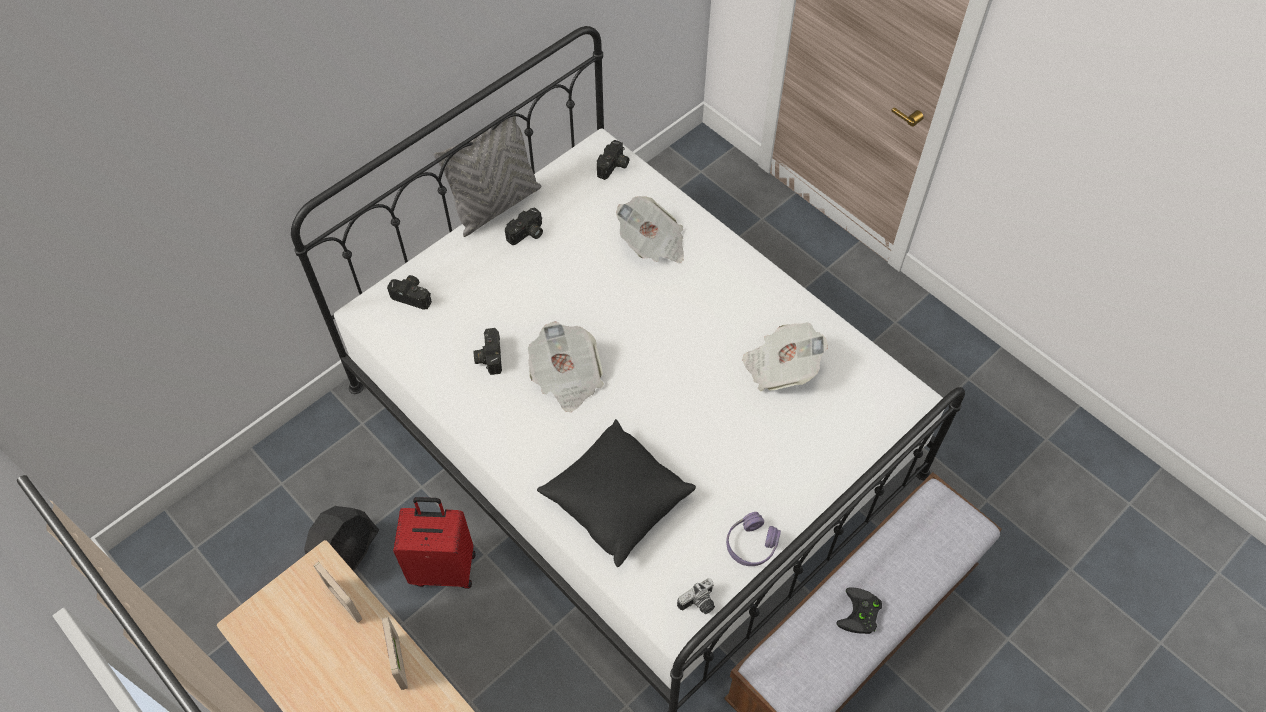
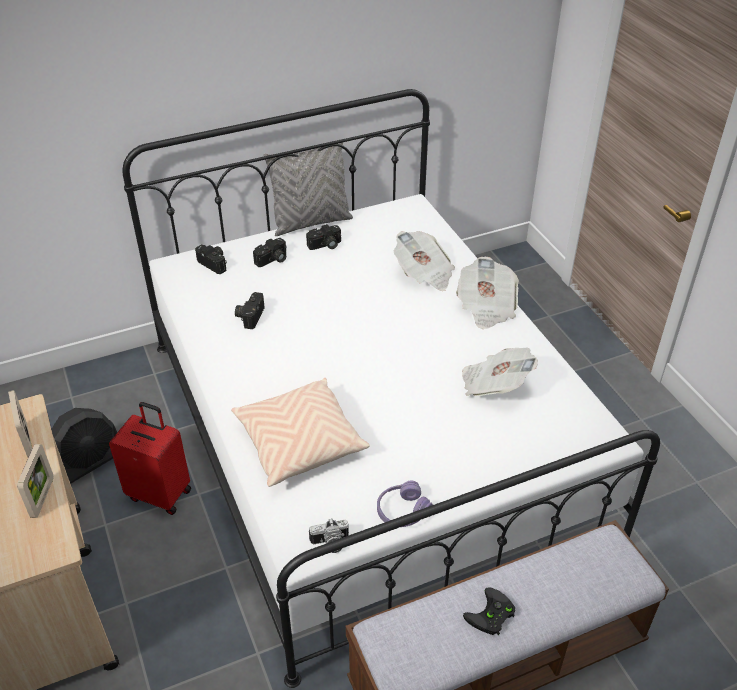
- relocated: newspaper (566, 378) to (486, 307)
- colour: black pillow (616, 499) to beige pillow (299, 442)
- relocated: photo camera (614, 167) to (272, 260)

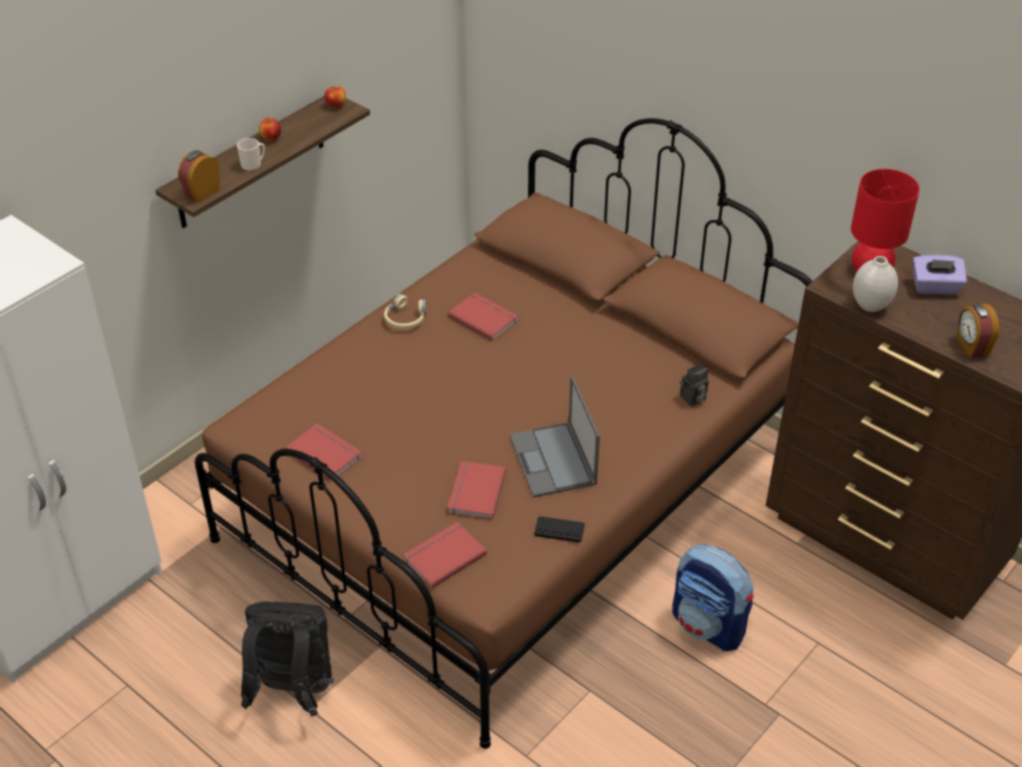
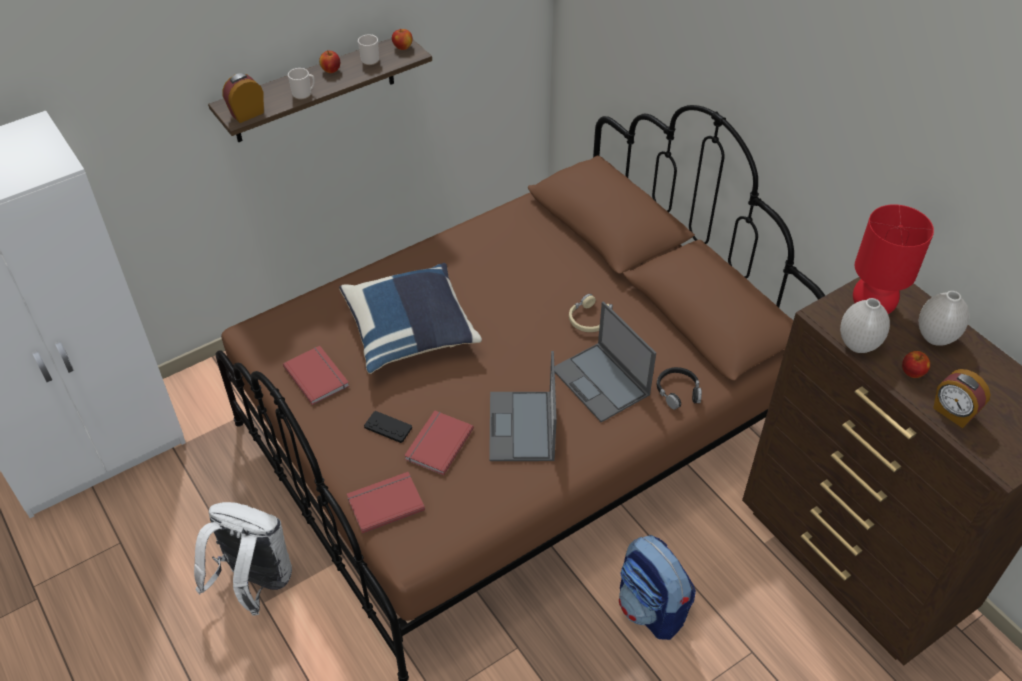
- colour: black backpack (293, 692) to white backpack (254, 583)
- relocated: beige headphones (405, 318) to (589, 319)
- missing: red book (484, 317)
- relocated: black game controller (559, 530) to (388, 427)
- exchanged: photo camera (693, 399) to black headphones (678, 391)
- exchanged: purple tissue box (935, 287) to white vase (935, 338)
- spun: alarm clock (972, 346) = (953, 413) 45 degrees counterclockwise
- appeared: blue pillow (411, 332)
- appeared: mug (370, 58)
- appeared: laptop (601, 382)
- appeared: apple (912, 372)

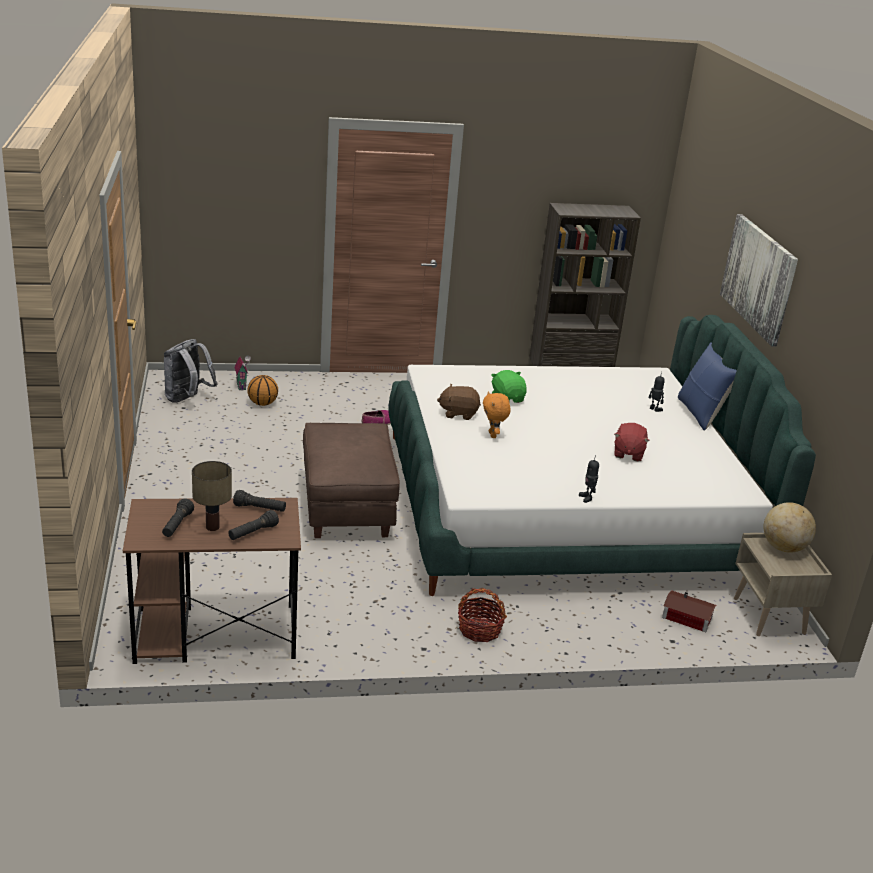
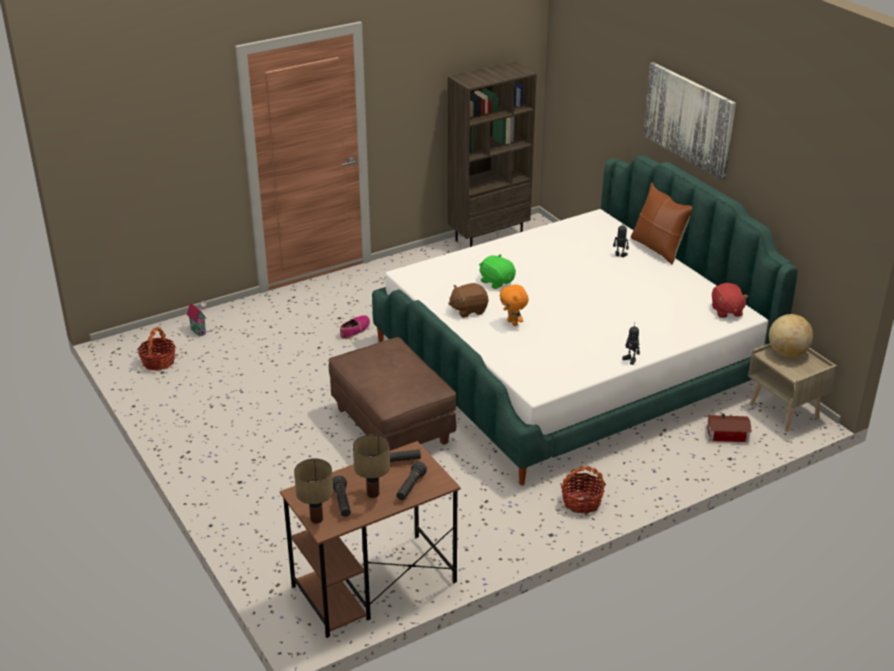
- exchanged: grey backpack (187, 399) to basket (158, 362)
- missing: basketball (262, 403)
- relocated: red plush toy (628, 453) to (726, 311)
- colour: blue pillow (700, 414) to brown pillow (658, 248)
- appeared: table lamp (316, 519)

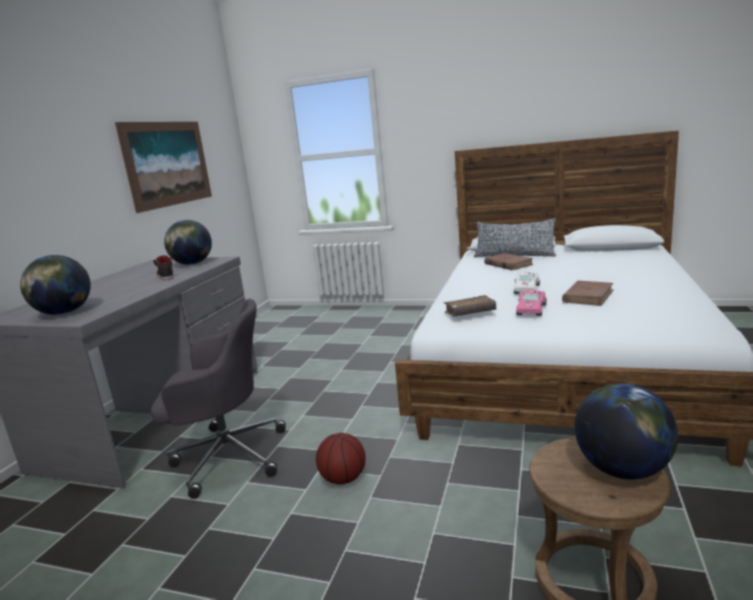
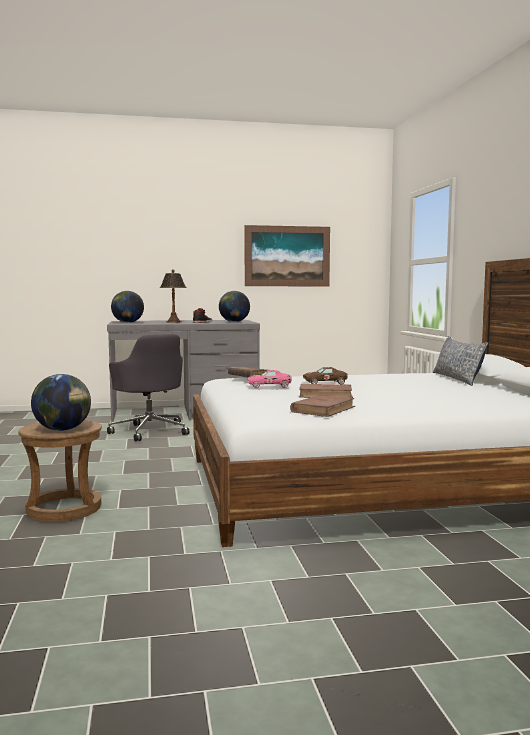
- missing: basketball (343, 478)
- relocated: brown book (508, 264) to (323, 409)
- colour: white toy car (526, 289) to brown toy car (326, 383)
- appeared: table lamp (173, 322)

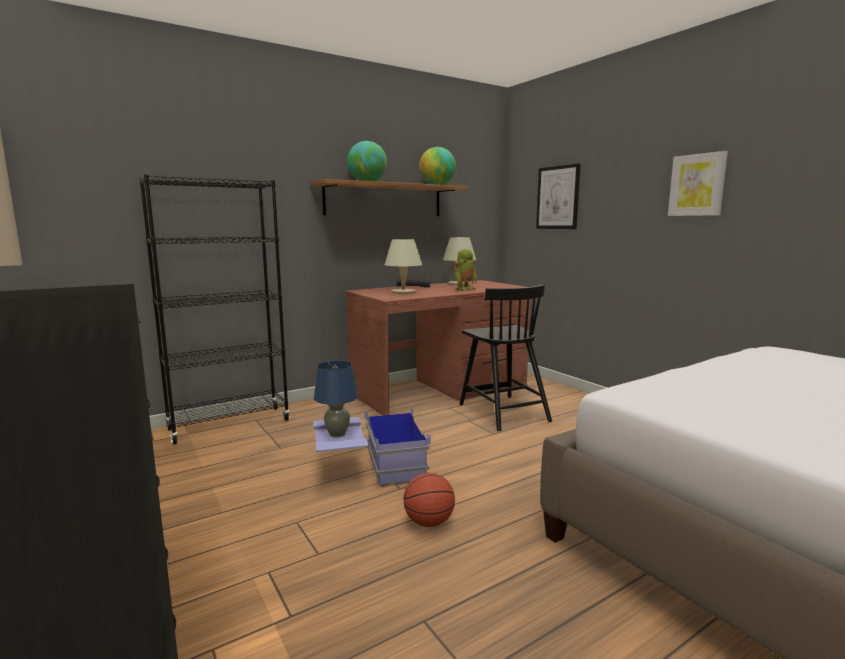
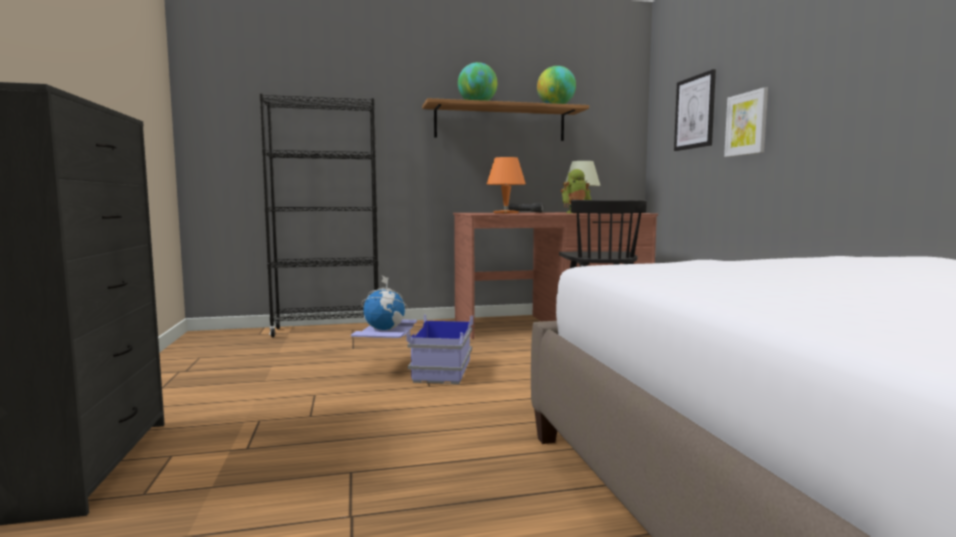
- exchanged: blue table lamp (337, 434) to globe (385, 329)
- colour: beige table lamp (403, 292) to orange table lamp (506, 213)
- missing: basketball (429, 522)
- relocated: picture (697, 185) to (746, 124)

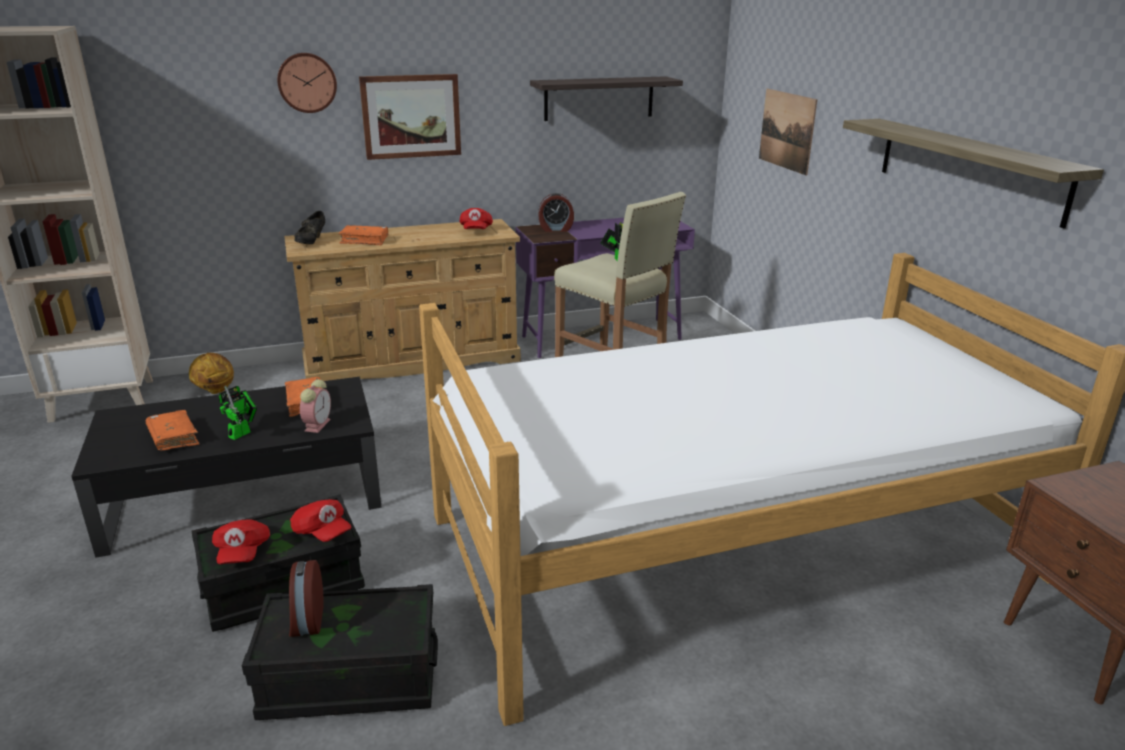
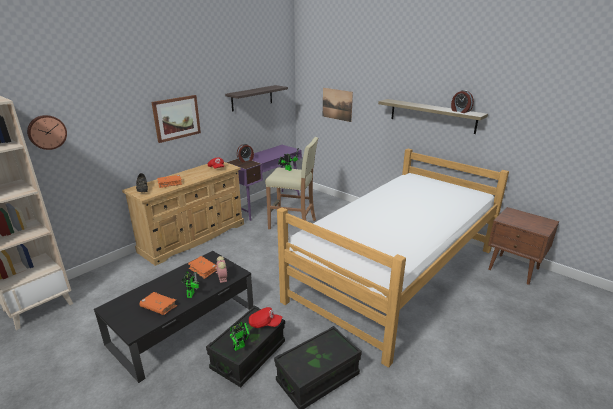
- missing: basketball (215, 391)
- exchanged: red cap (242, 552) to toy robot (241, 346)
- relocated: wall clock (307, 82) to (46, 132)
- relocated: alarm clock (306, 620) to (460, 111)

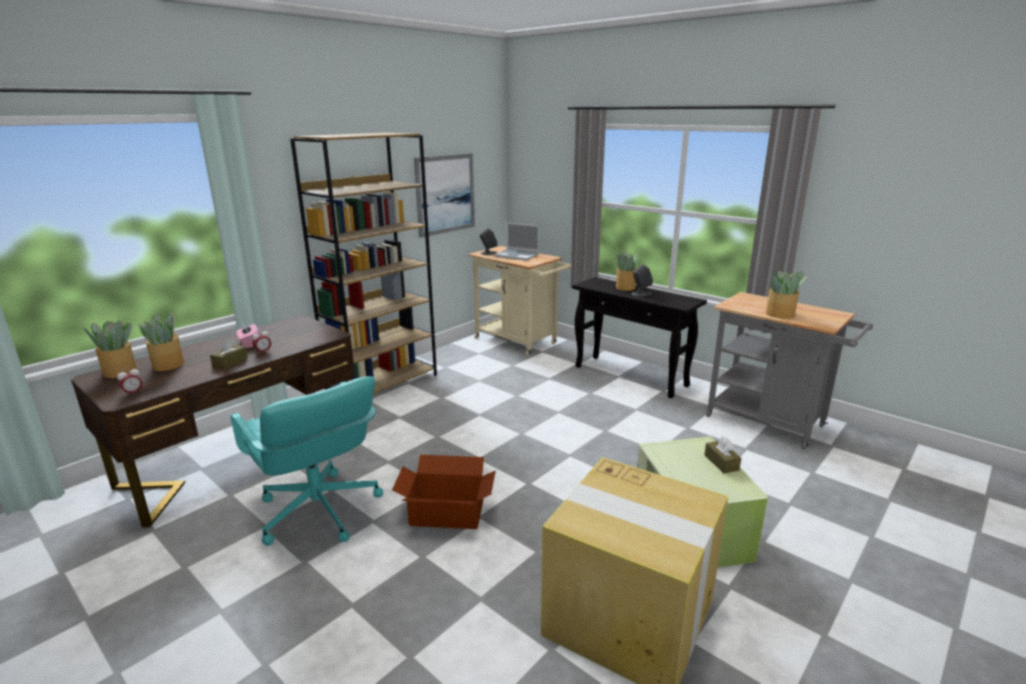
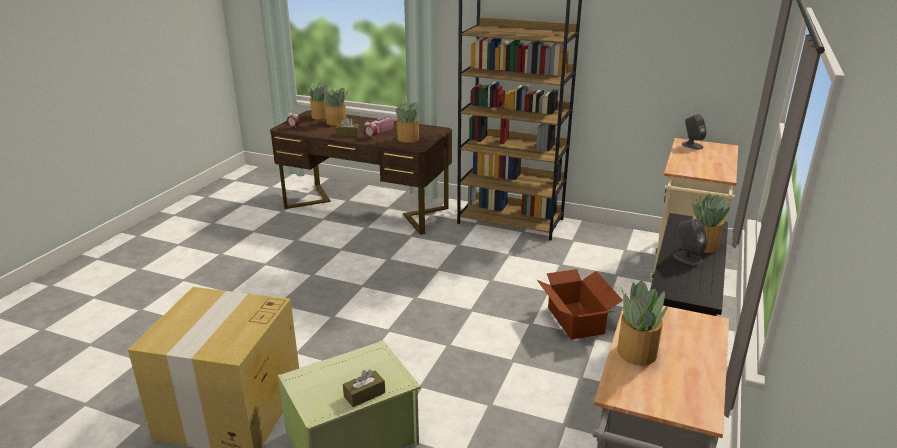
- missing: turquoise office chair (318, 512)
- relocated: cardboard box (447, 514) to (575, 321)
- missing: picture (445, 194)
- missing: laptop (517, 255)
- appeared: potted plant (407, 139)

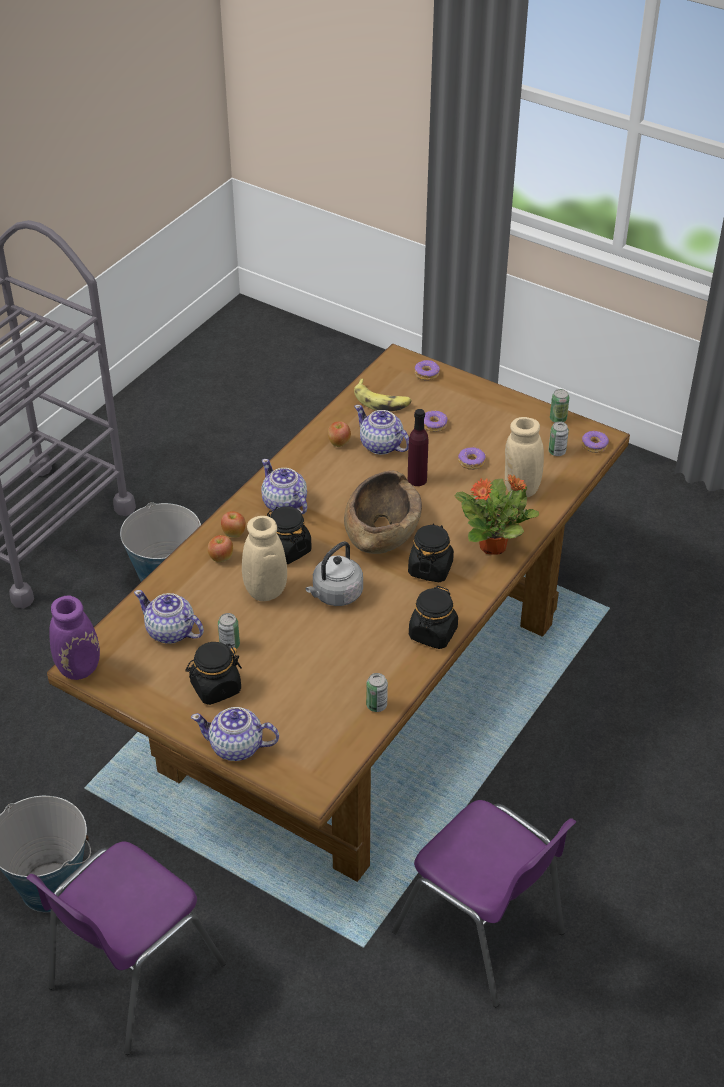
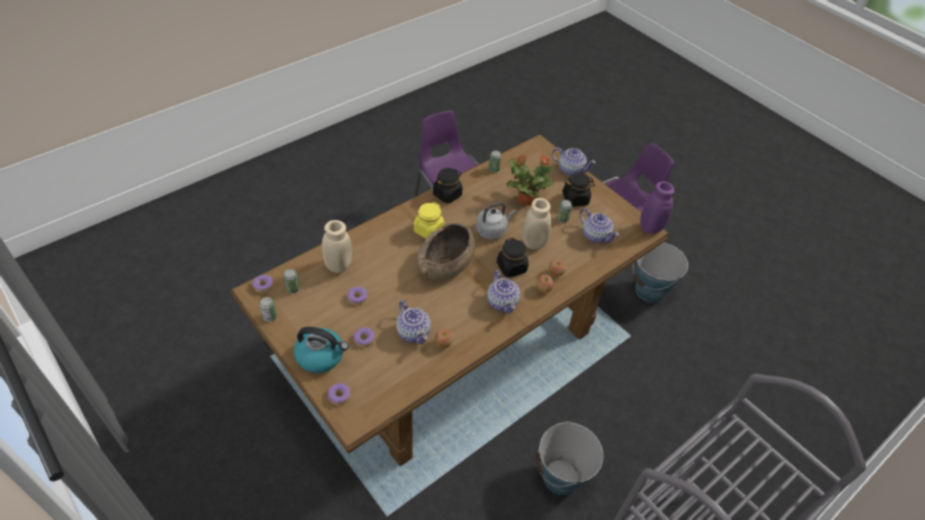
- missing: banana (382, 401)
- missing: purple bottle (417, 479)
- colour: black jar (430, 568) to yellow jar (428, 230)
- relocated: potted plant (494, 546) to (525, 199)
- appeared: kettle (321, 356)

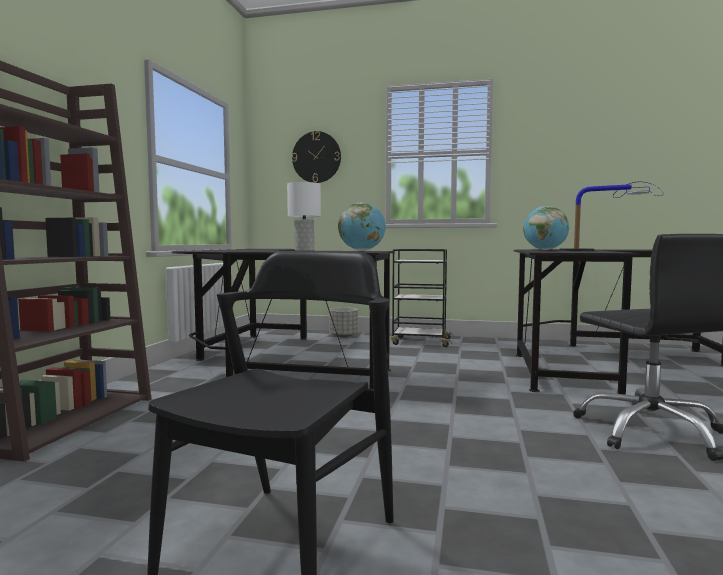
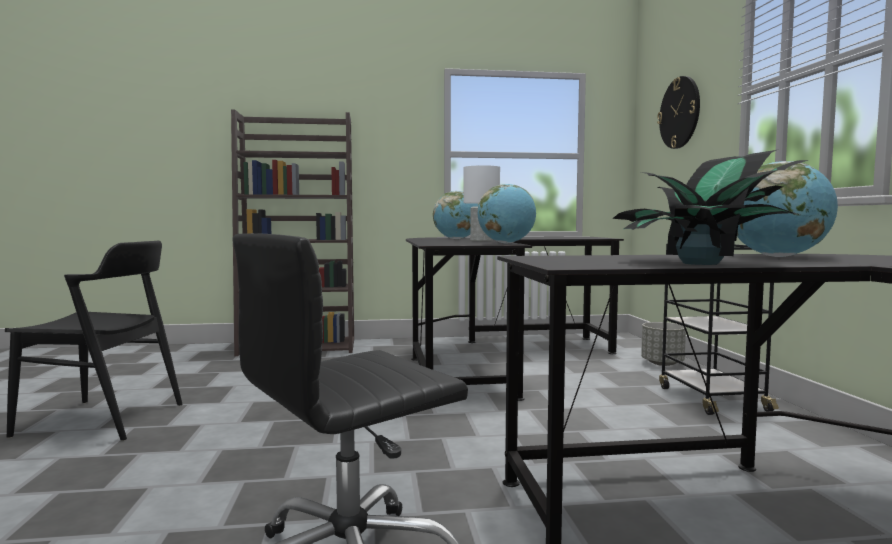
- exchanged: table lamp (596, 251) to potted plant (702, 263)
- appeared: globe (457, 239)

